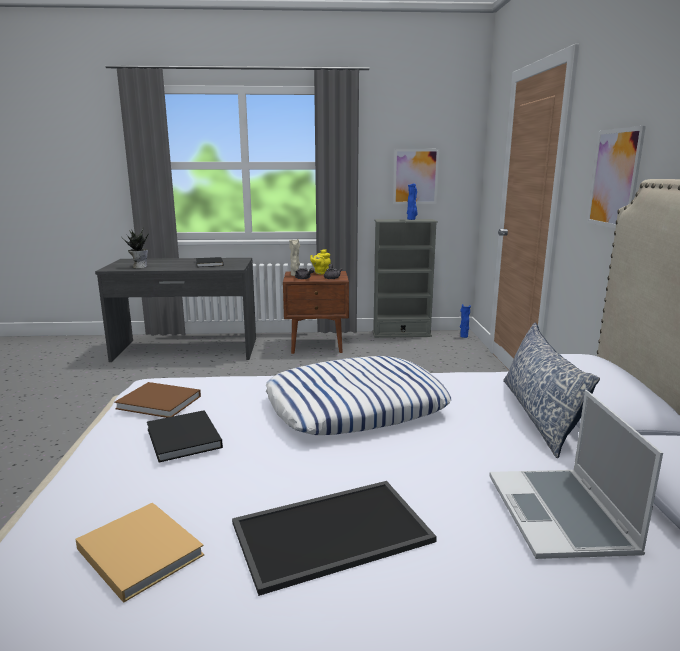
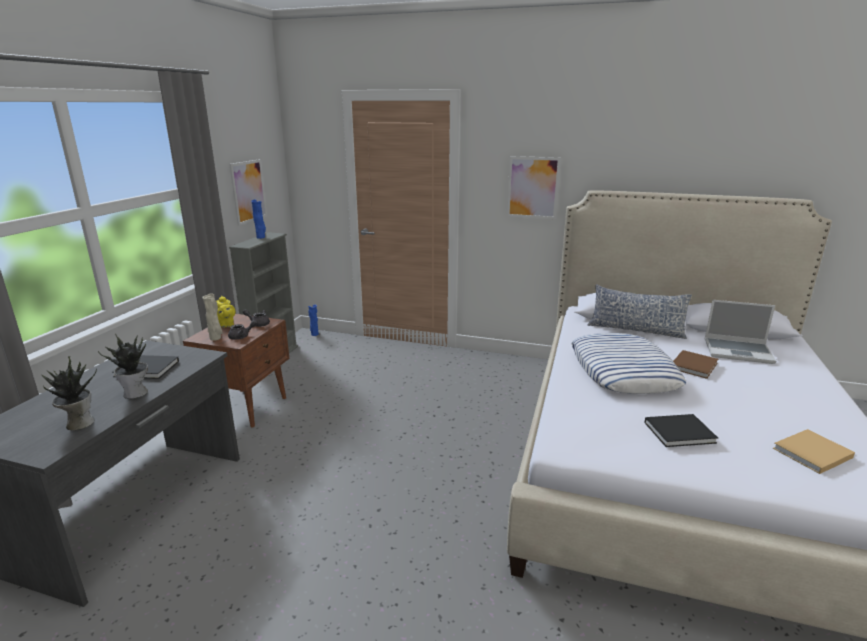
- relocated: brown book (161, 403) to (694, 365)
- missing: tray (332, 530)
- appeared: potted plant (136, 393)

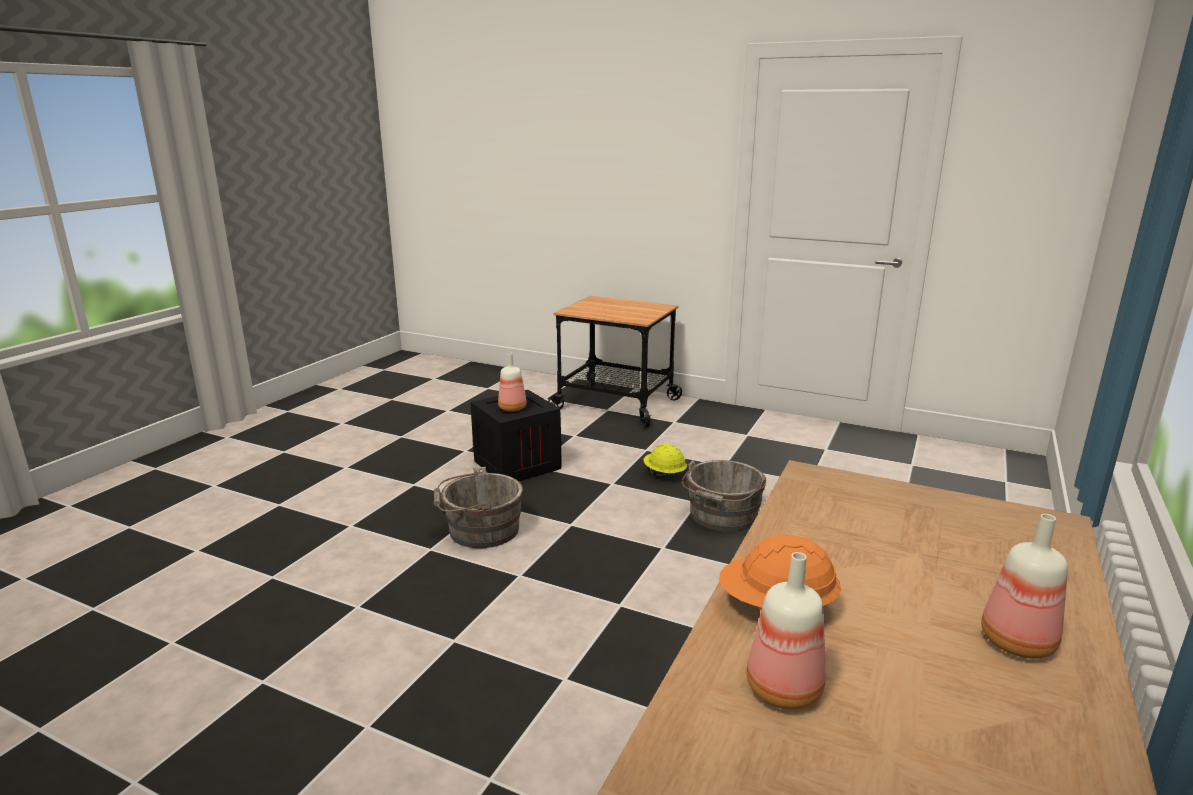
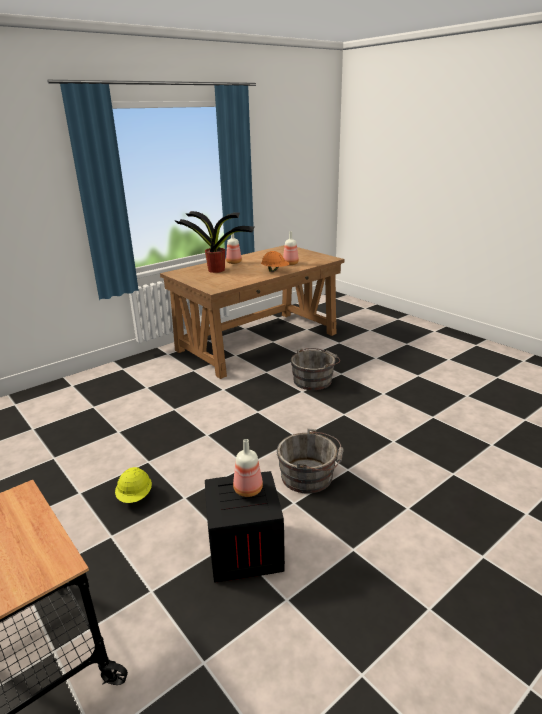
- relocated: grey bucket (722, 516) to (314, 380)
- appeared: potted plant (217, 270)

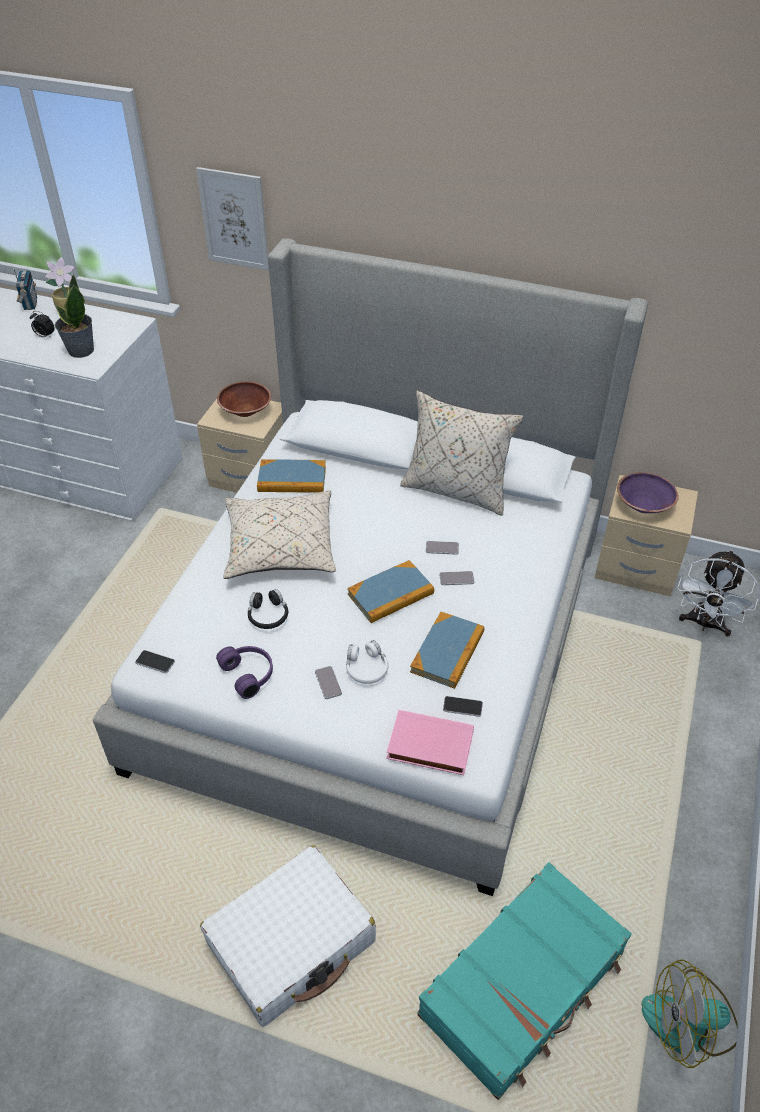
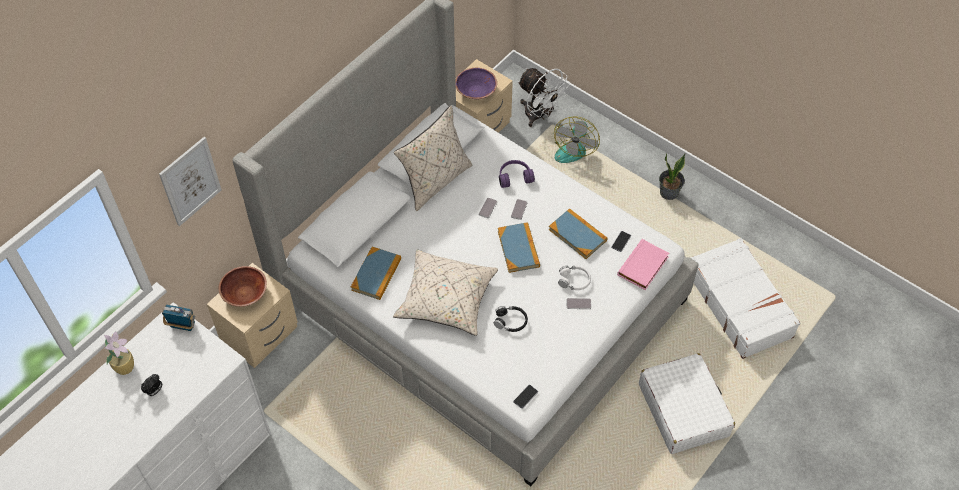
- relocated: radio (30, 304) to (182, 326)
- relocated: potted plant (80, 350) to (669, 193)
- relocated: purple headphones (249, 674) to (514, 176)
- colour: turquoise suitcase (524, 985) to white suitcase (739, 304)
- relocated: fan (689, 1024) to (572, 147)

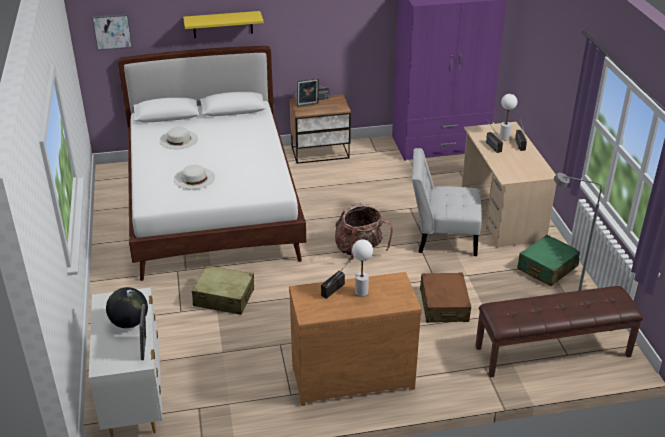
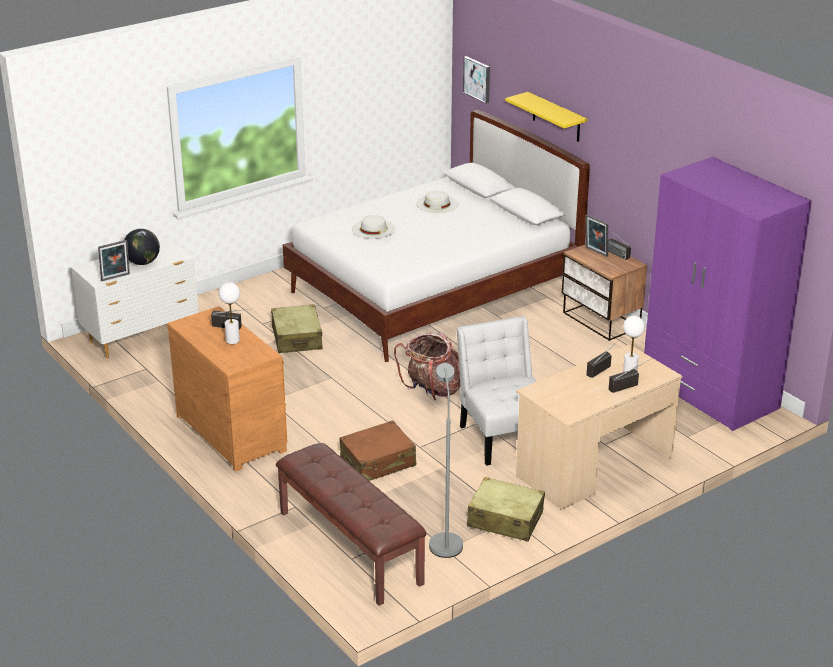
- colour: green suitcase (547, 268) to beige suitcase (505, 519)

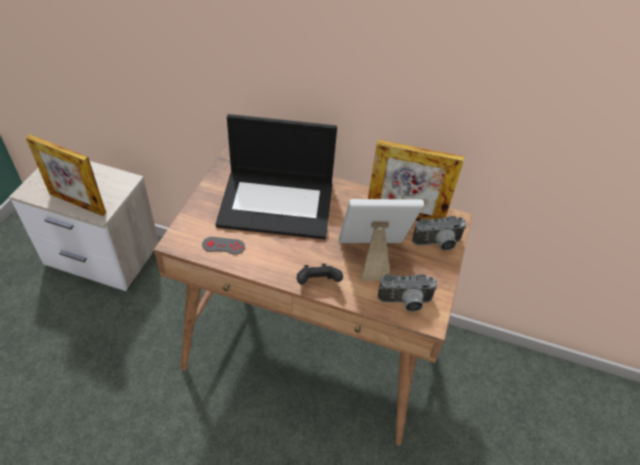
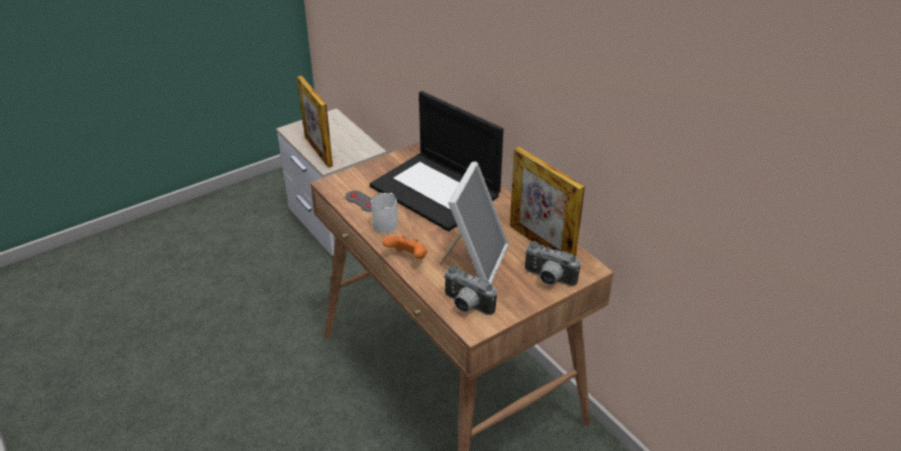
- colour: black game controller (317, 283) to orange game controller (407, 258)
- spun: picture frame (371, 257) = (474, 261) 75 degrees clockwise
- appeared: white mug (387, 221)

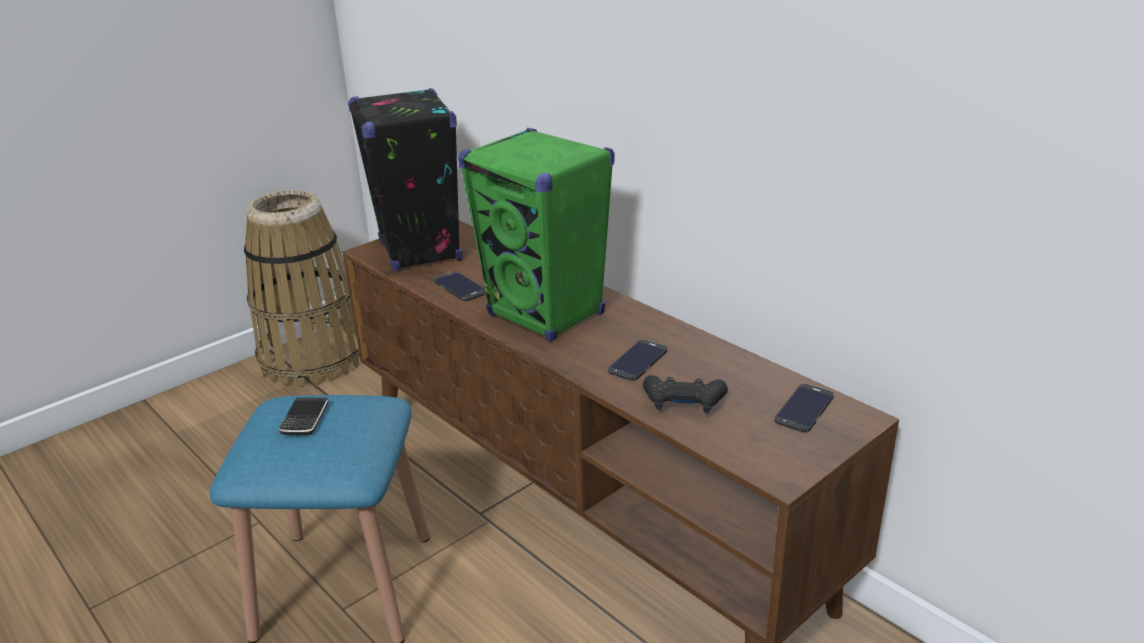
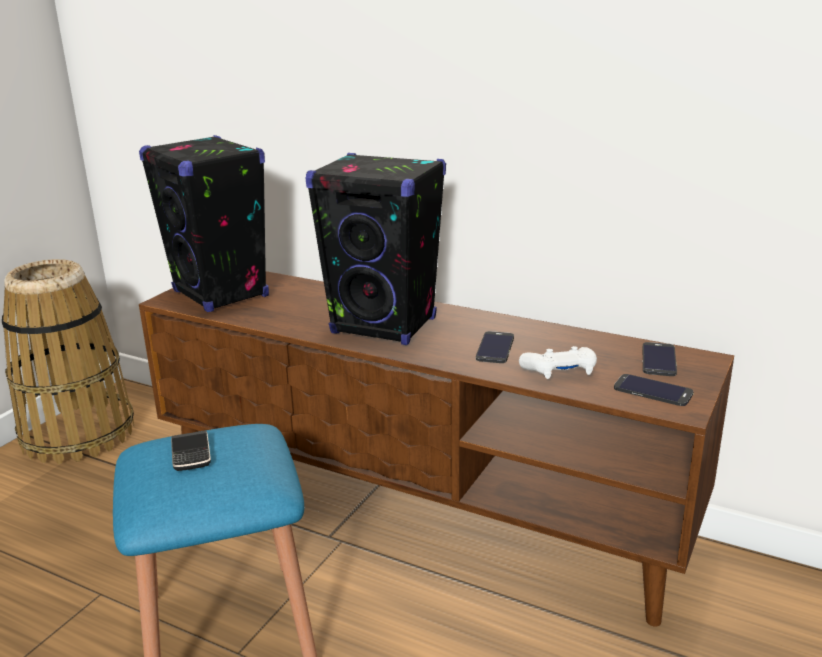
- relocated: phone (459, 287) to (653, 391)
- colour: green speaker (546, 315) to black speaker (384, 326)
- colour: black game controller (683, 403) to white game controller (560, 372)

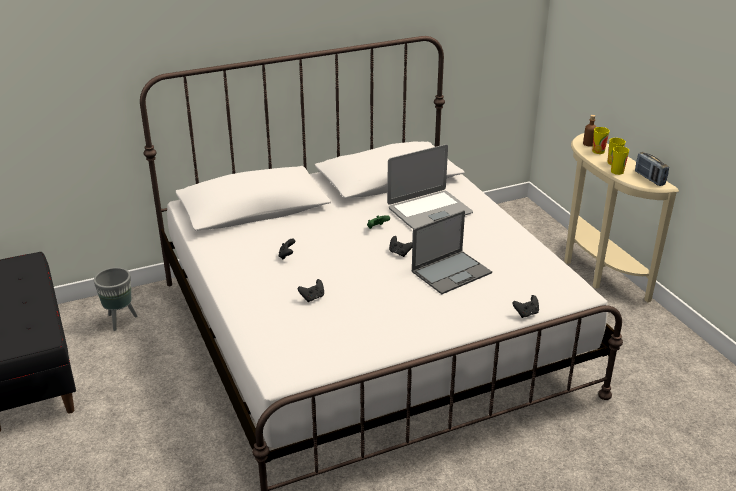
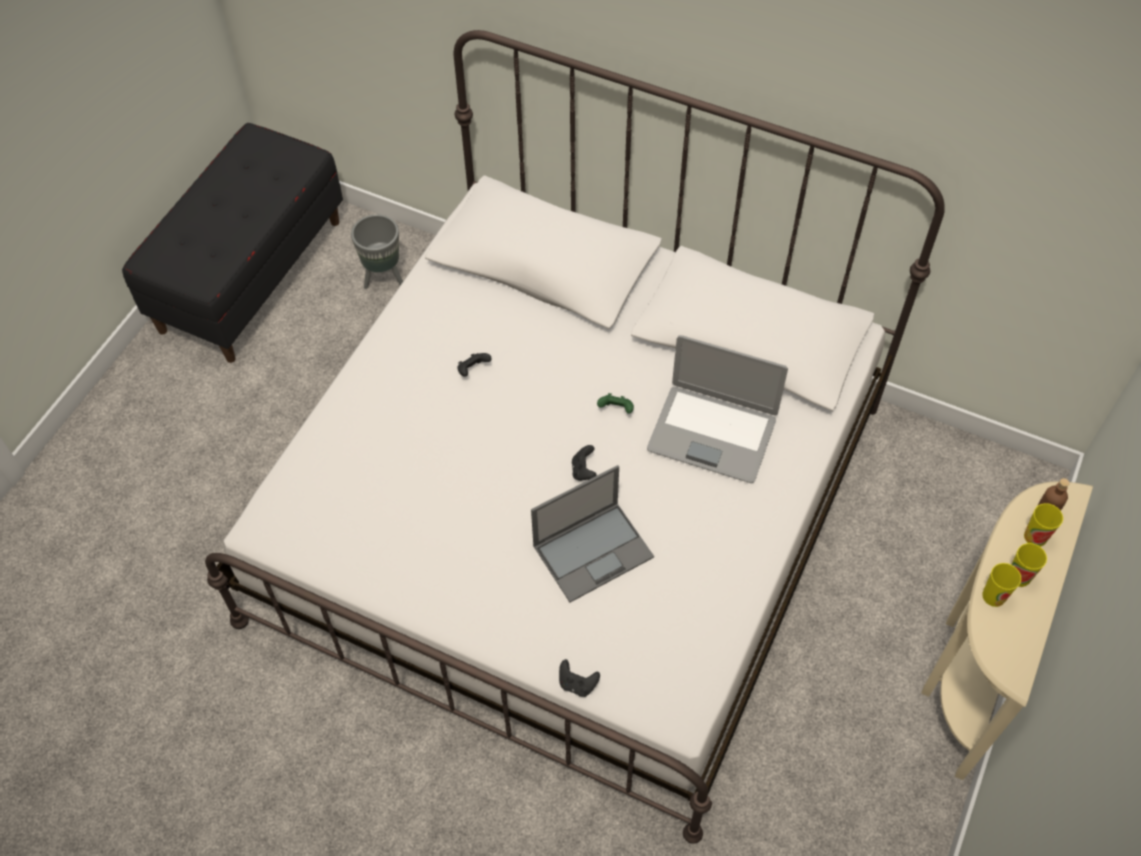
- missing: black game controller (312, 297)
- spun: laptop (452, 272) = (594, 550) 45 degrees counterclockwise
- missing: radio (649, 178)

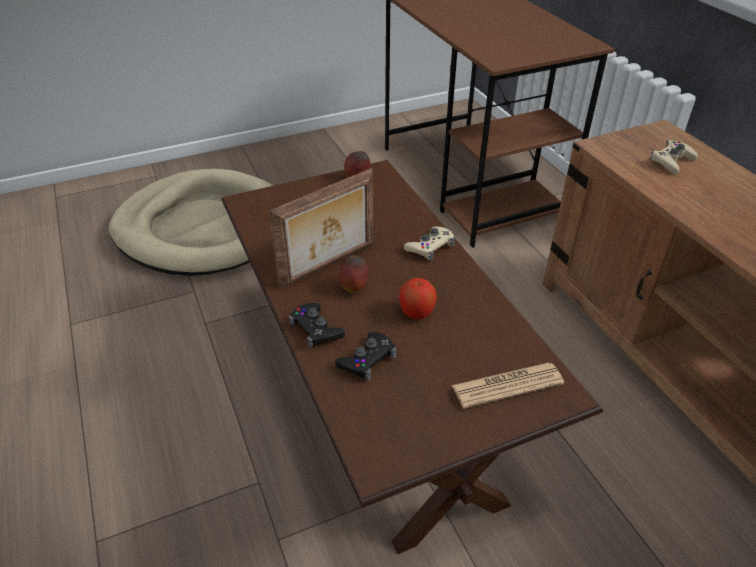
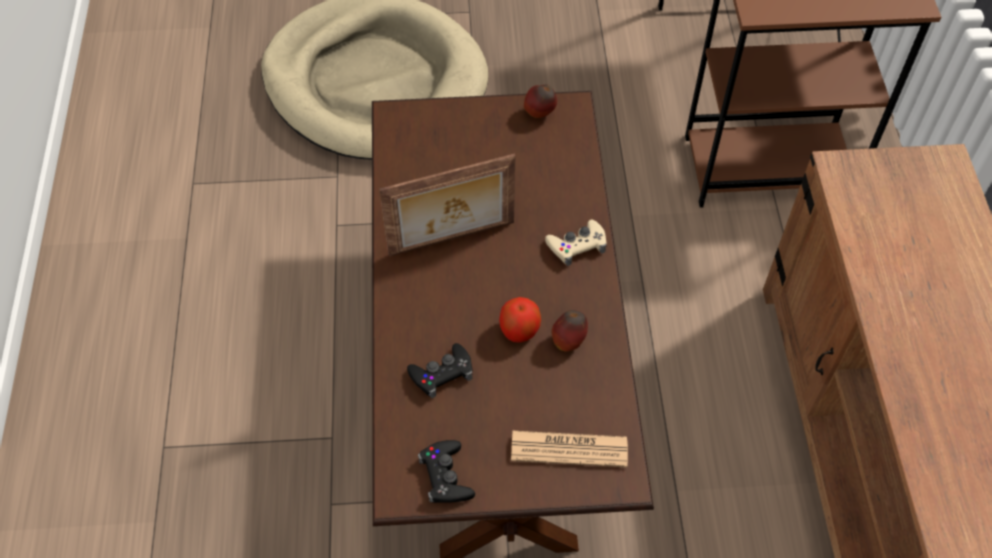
- relocated: black game controller (316, 329) to (446, 476)
- relocated: apple (354, 288) to (569, 341)
- missing: beige game controller (671, 161)

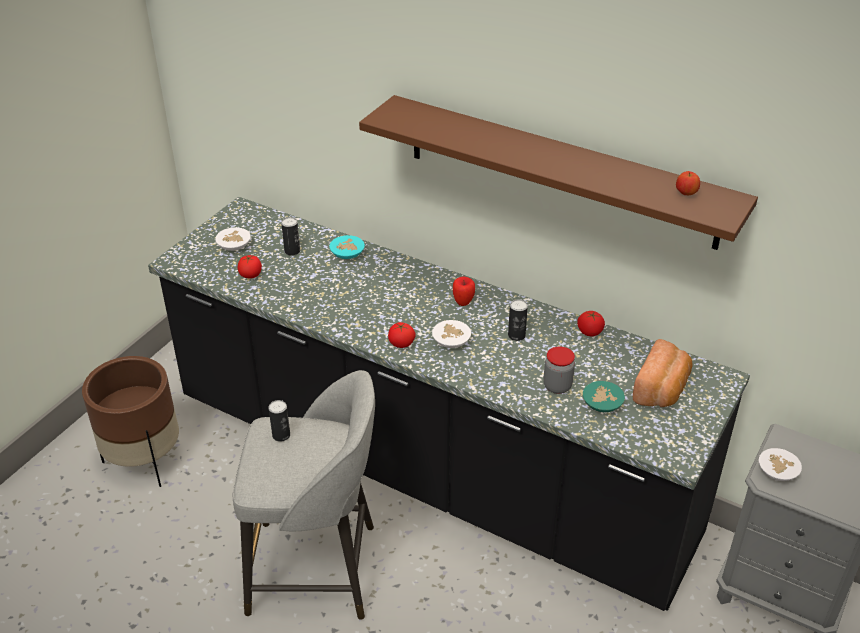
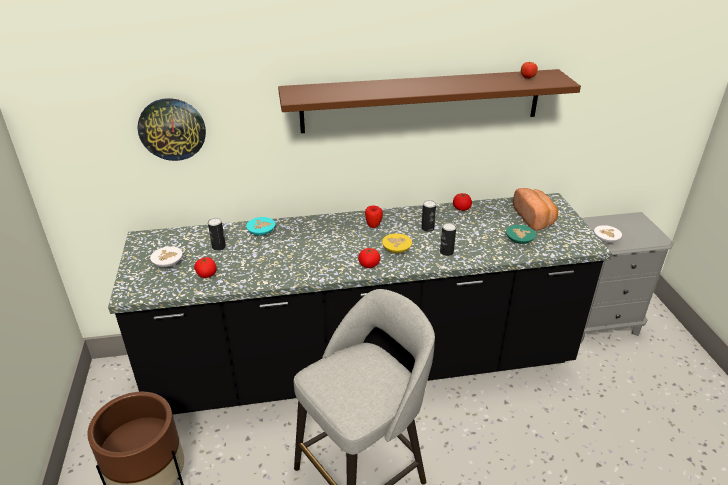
- relocated: can (281, 435) to (446, 252)
- colour: white bowl (451, 340) to yellow bowl (395, 249)
- missing: jar (557, 386)
- appeared: wall clock (172, 129)

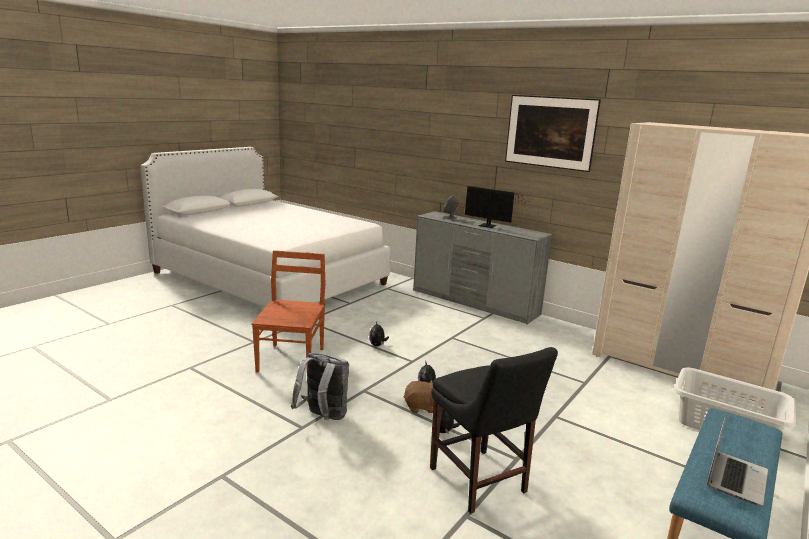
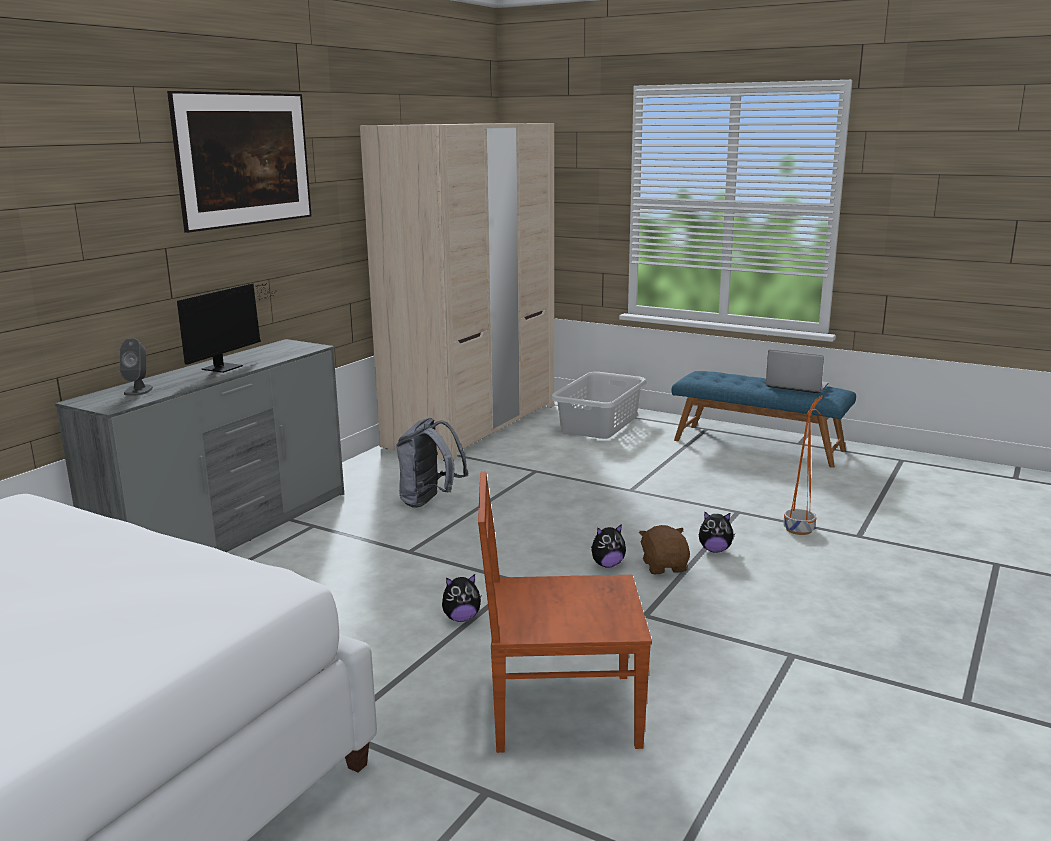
- relocated: grey backpack (323, 417) to (429, 501)
- exchanged: black chair (480, 483) to orange planter (799, 529)

